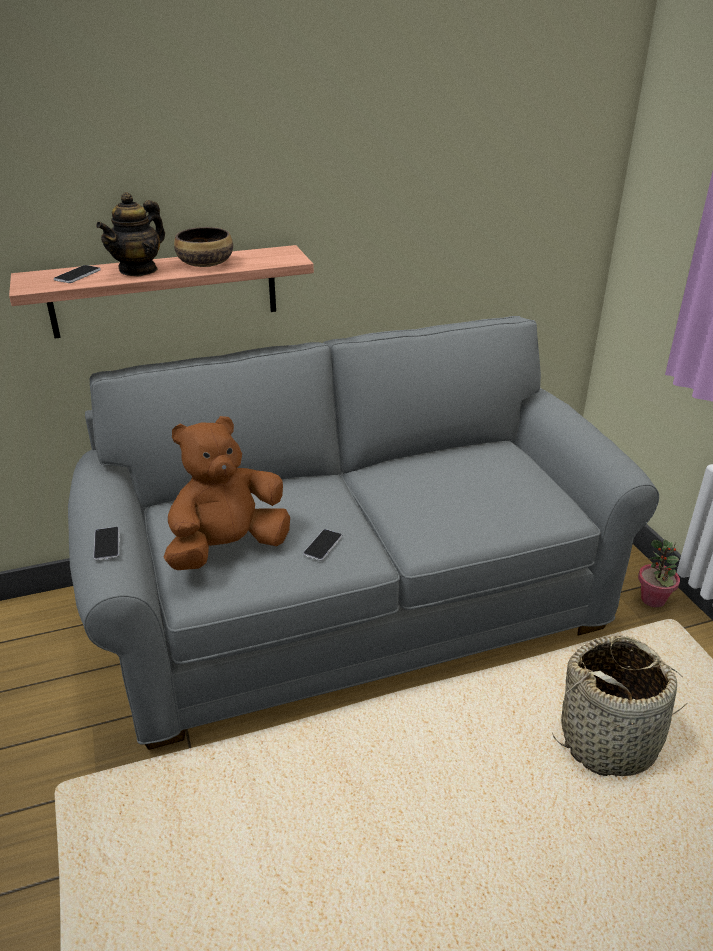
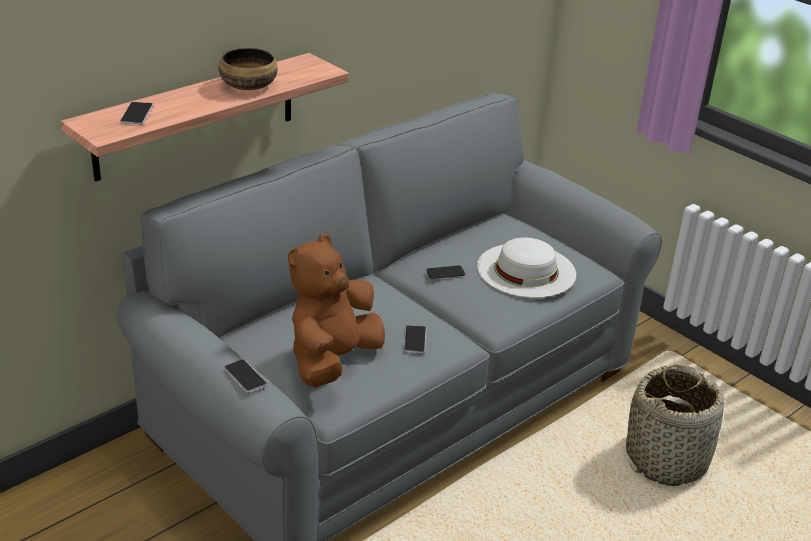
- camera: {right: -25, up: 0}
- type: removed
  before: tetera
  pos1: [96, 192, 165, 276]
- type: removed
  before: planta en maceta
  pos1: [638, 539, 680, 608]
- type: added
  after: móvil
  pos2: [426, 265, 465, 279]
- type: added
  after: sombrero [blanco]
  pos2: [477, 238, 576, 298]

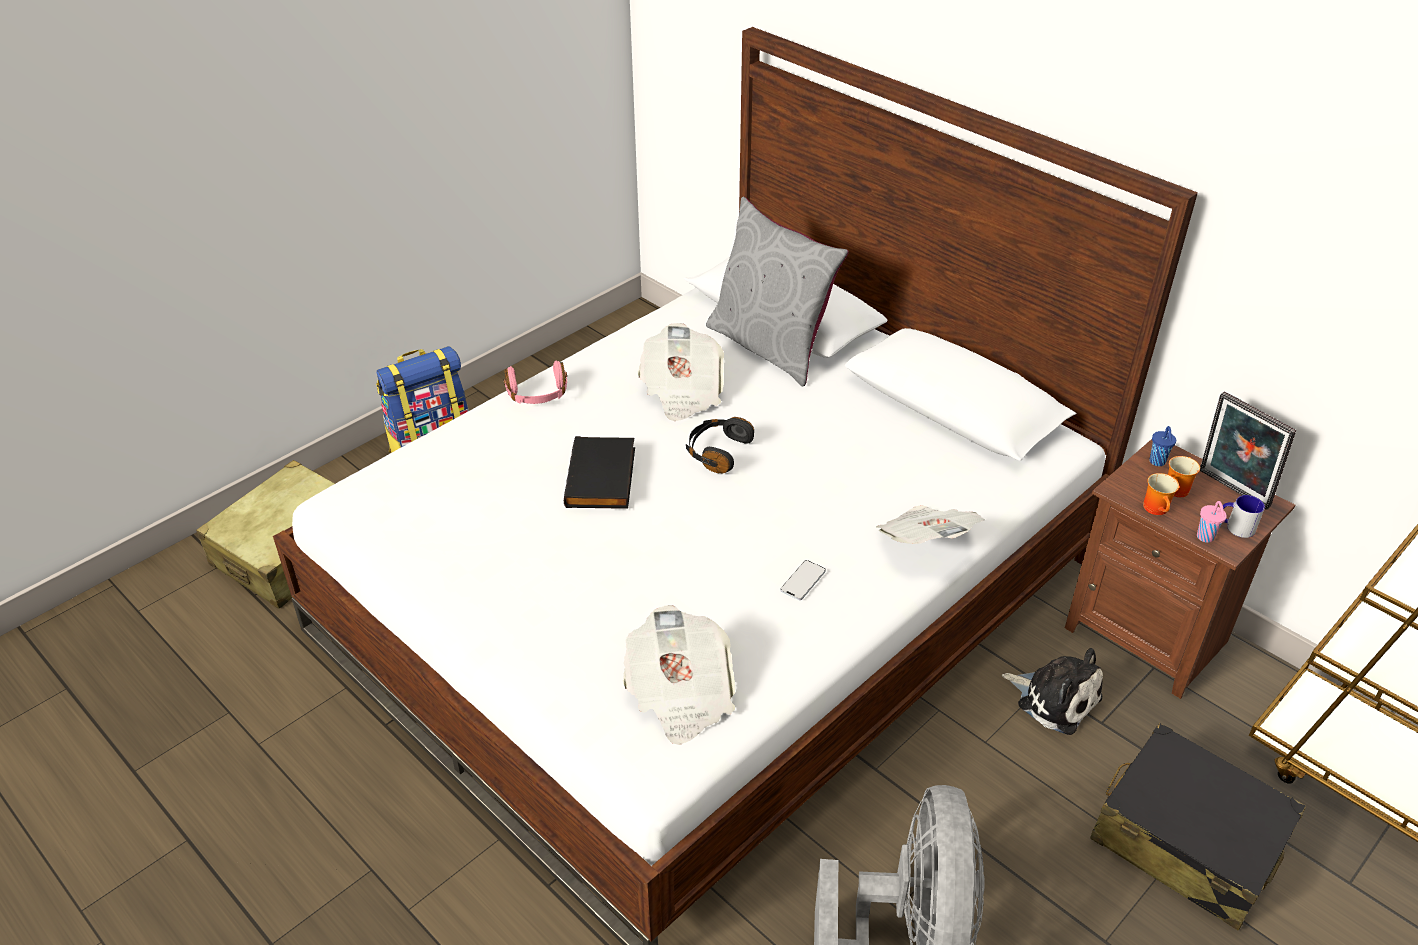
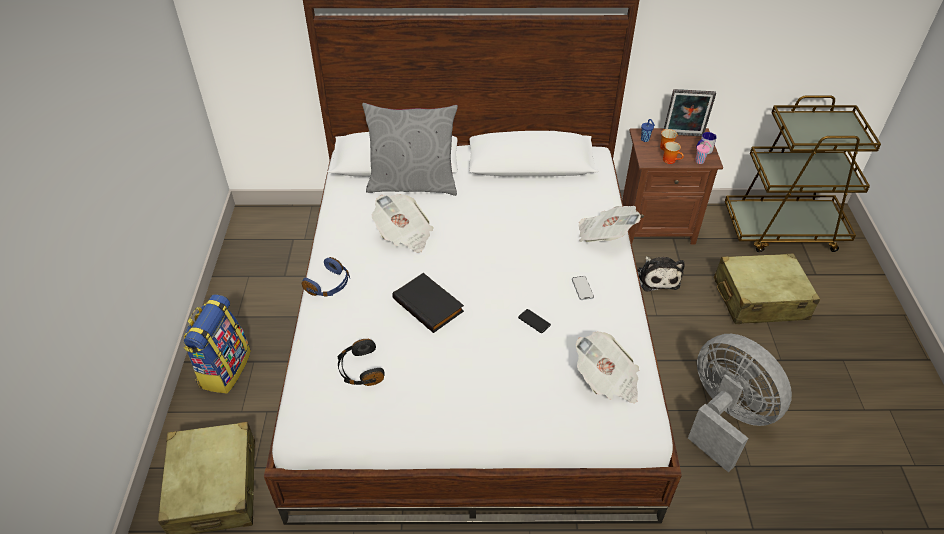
- camera: {right: -45, up: 5}
- type: added
  after: móvil
  pos2: [518, 309, 551, 333]
- type: moved
  before: auriculares [negro]
  pos1: [686, 417, 754, 474]
  pos2: [338, 339, 385, 386]
- type: recoloured
  before: auriculares [rosa]
  after: auriculares [azul]
  pos1: [504, 361, 567, 404]
  pos2: [302, 257, 350, 296]
- type: recoloured
  before: maleta [negro]
  after: maleta [beis]
  pos1: [1090, 723, 1306, 931]
  pos2: [714, 253, 820, 324]
- type: turned
  before: peluche
  pos1: [1002, 648, 1103, 735]
  pos2: [637, 256, 685, 291]
  turn: 90

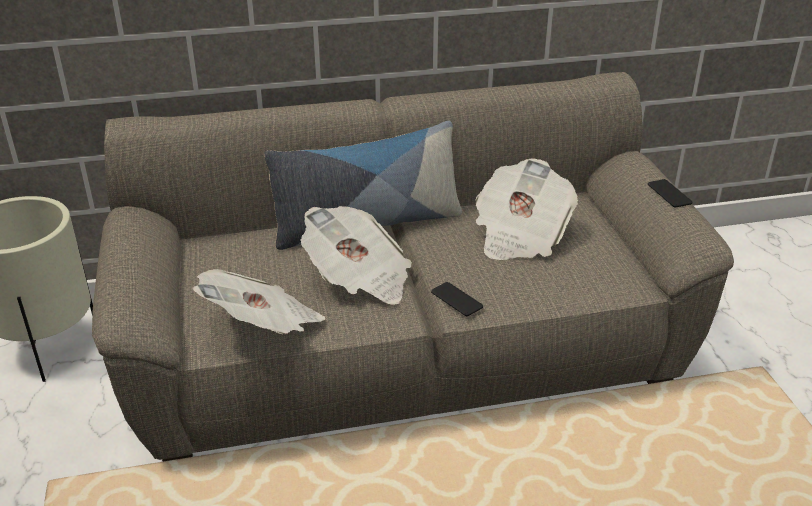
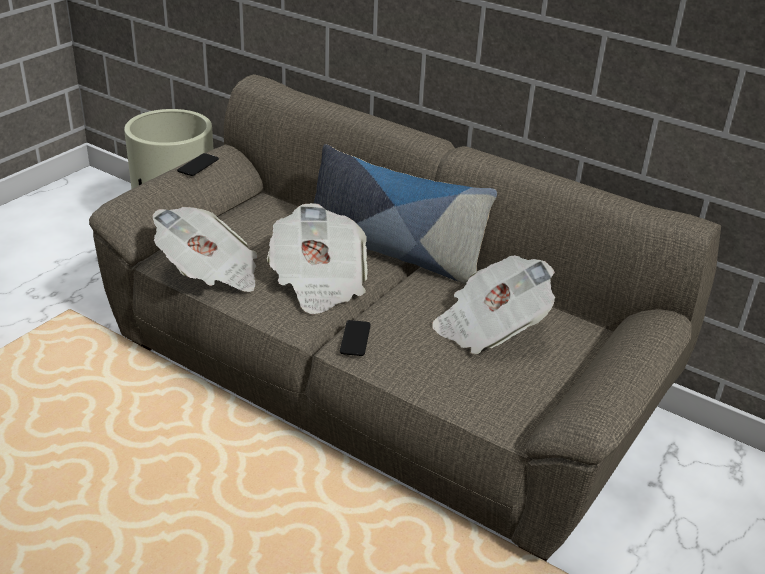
- camera: {right: 45, up: 0}
- type: moved
  before: móvil
  pos1: [648, 179, 693, 207]
  pos2: [177, 153, 219, 176]

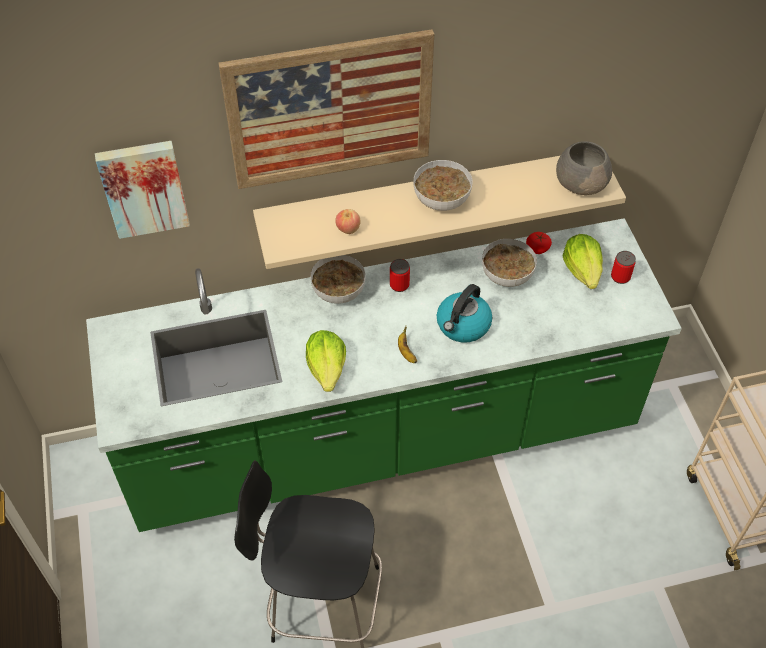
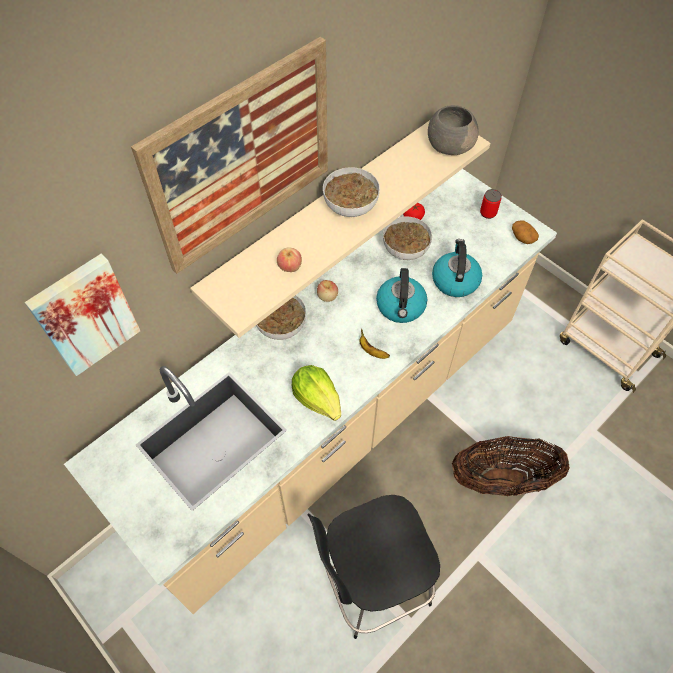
- camera: {right: -30, up: 5}
- type: removed
  before: lechuga
  pos1: [562, 234, 603, 289]
- type: added
  after: hervidor
  pos2: [432, 239, 482, 297]
- type: added
  after: cesta
  pos2: [452, 436, 570, 496]
- type: added
  after: patata
  pos2: [512, 220, 539, 244]
- type: replaced
  before: lata
  after: manzana
  pos1: [390, 259, 410, 292]
  pos2: [317, 280, 338, 302]
- type: recoloured
  before: mueble bajo de cocina [verde]
  after: mueble bajo de cocina [beis]
  pos1: [86, 218, 682, 532]
  pos2: [64, 169, 557, 614]

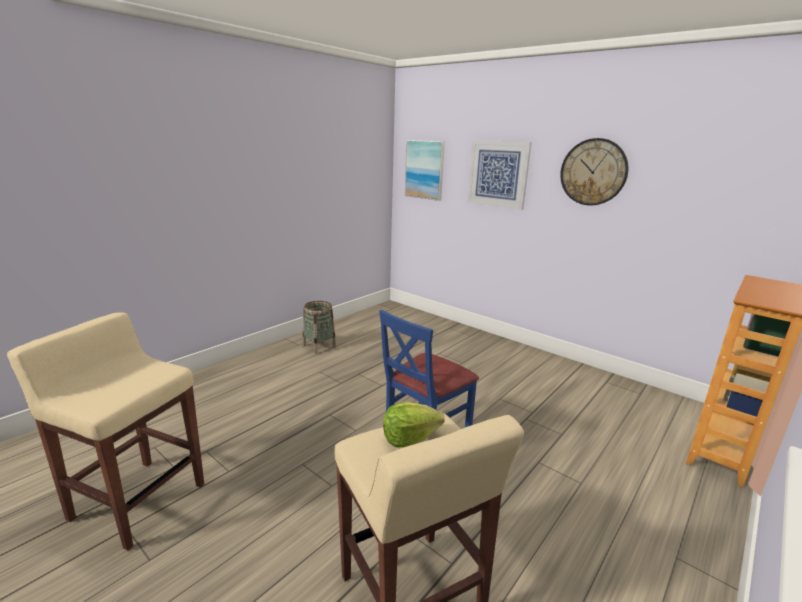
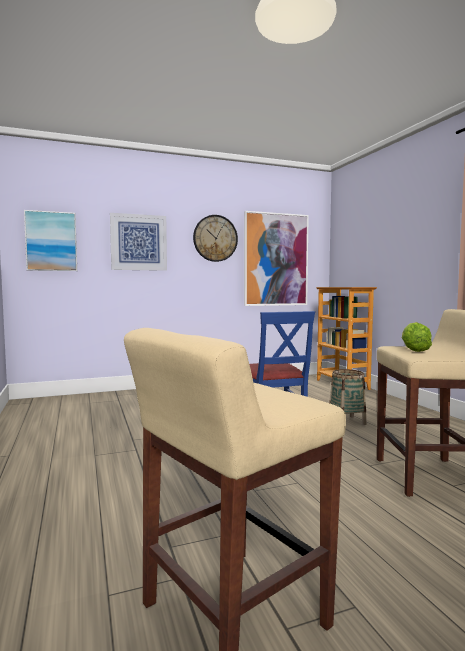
- camera: {right: -60, up: -15}
- type: added
  after: cuadro
  pos2: [244, 211, 309, 306]
- type: moved
  before: cesta
  pos1: [302, 301, 336, 354]
  pos2: [329, 369, 367, 425]

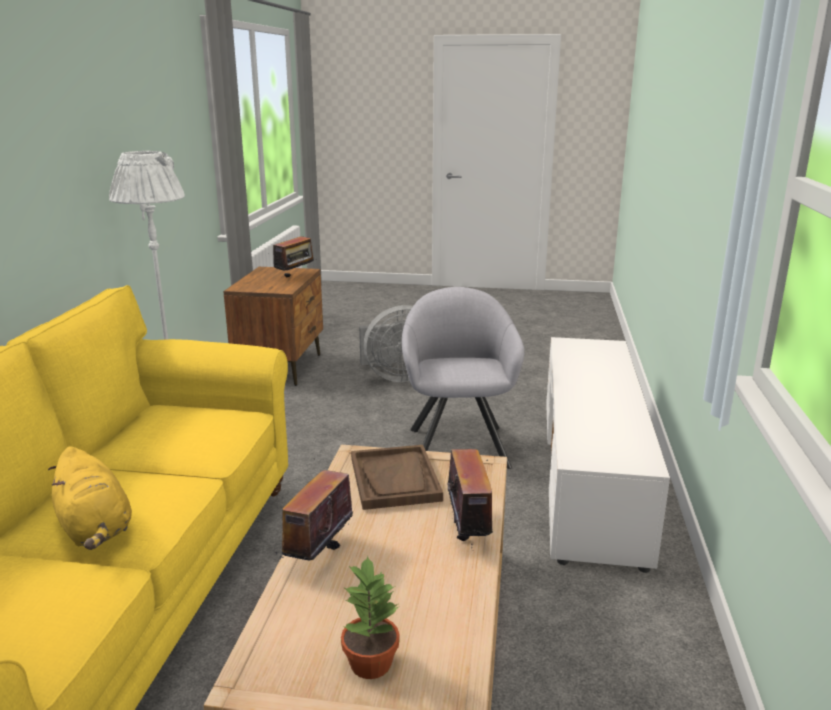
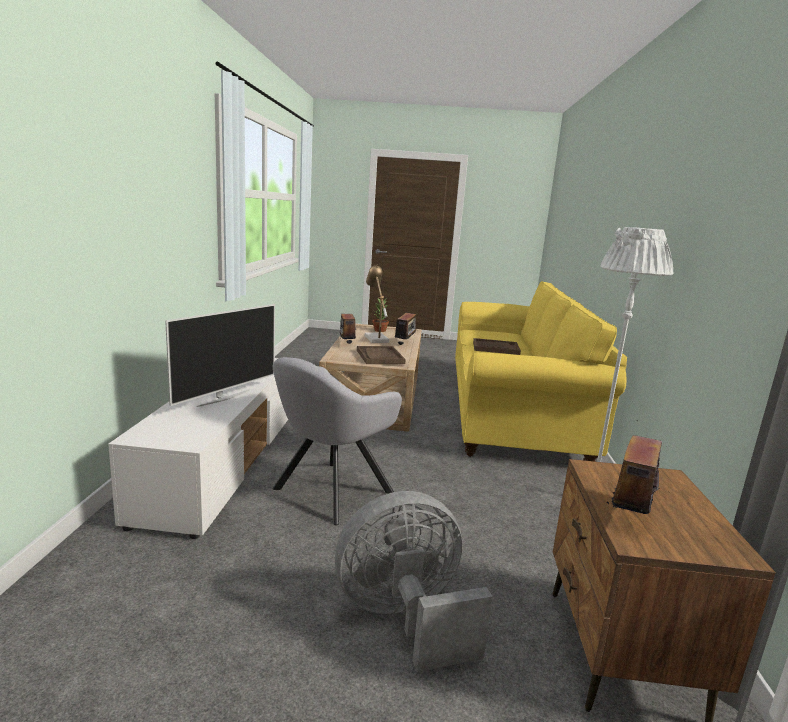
- camera: {right: 175, up: -5}
- type: added
  after: televisor
  pos2: [165, 304, 275, 407]
- type: added
  after: lámpara de mesa
  pos2: [365, 264, 389, 343]
- type: replaced
  before: peluche [amarillo]
  after: bandeja [marrón]
  pos1: [48, 446, 132, 550]
  pos2: [473, 338, 521, 355]
- type: turned
  before: sillón [gris]
  pos1: [402, 287, 525, 469]
  pos2: [272, 357, 402, 525]
  turn: 45

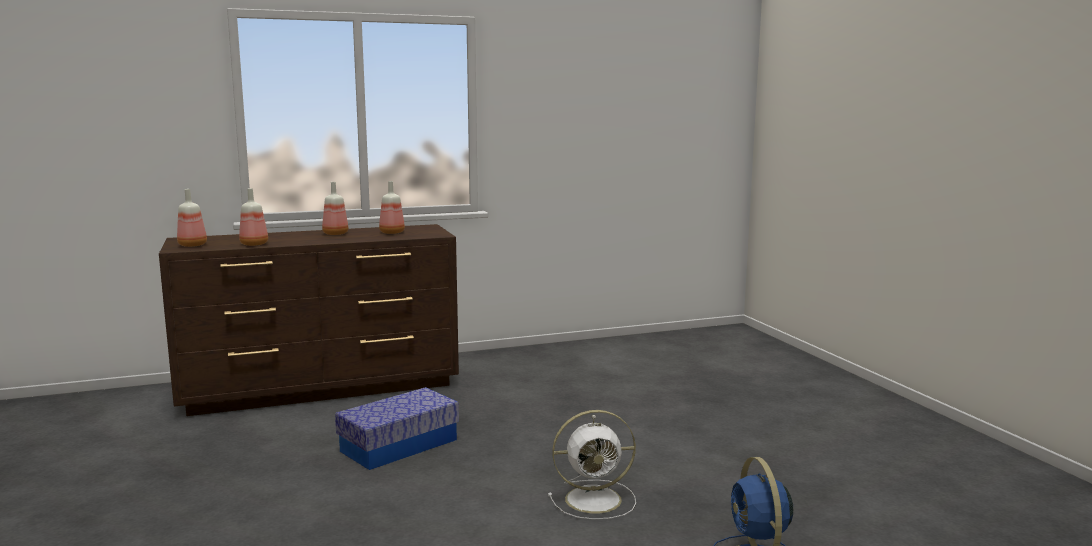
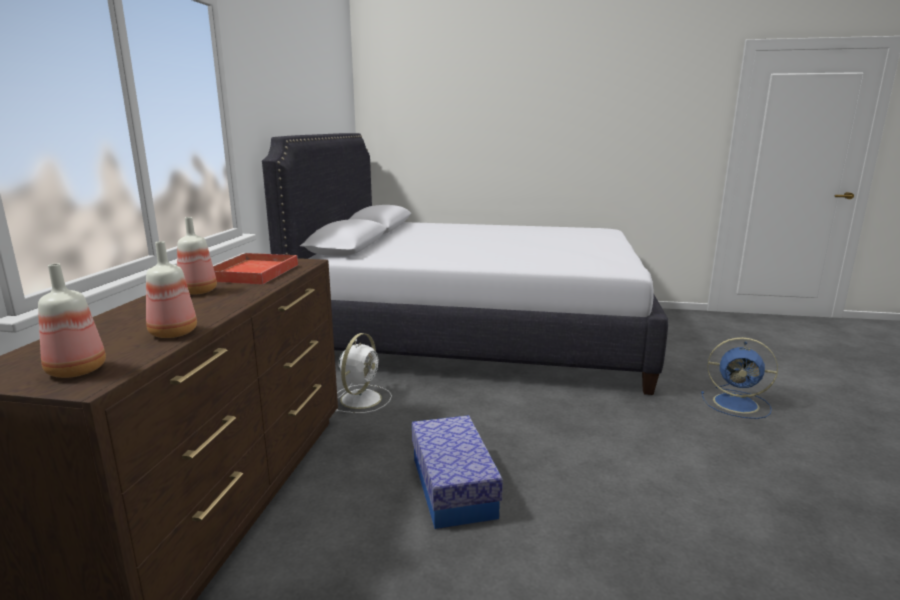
- camera: {right: -60, up: 5}
- type: added
  after: cama [blanco]
  pos2: [262, 133, 668, 395]
- type: moved
  before: ventilador [blanco]
  pos1: [548, 410, 636, 520]
  pos2: [335, 333, 392, 413]
- type: replaced
  before: botella
  after: bandeja [rojo]
  pos1: [379, 181, 405, 234]
  pos2: [213, 253, 298, 285]

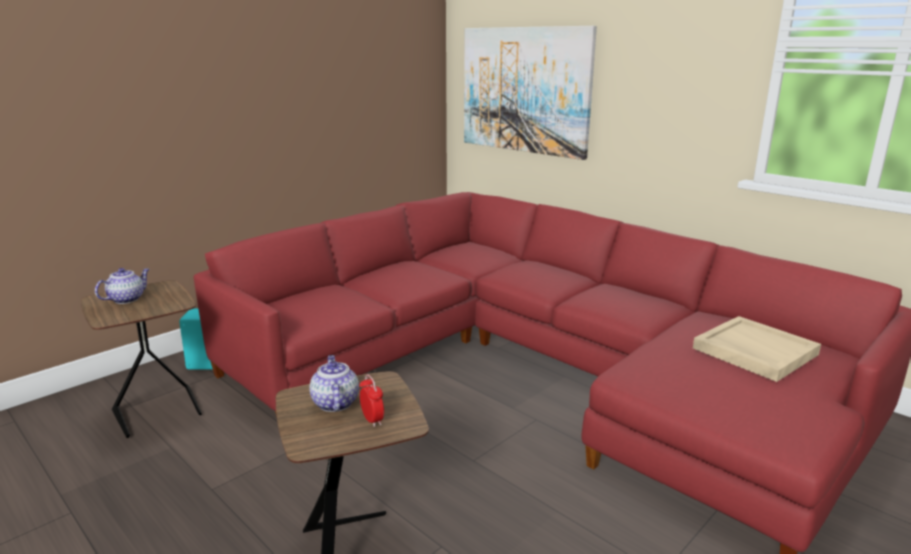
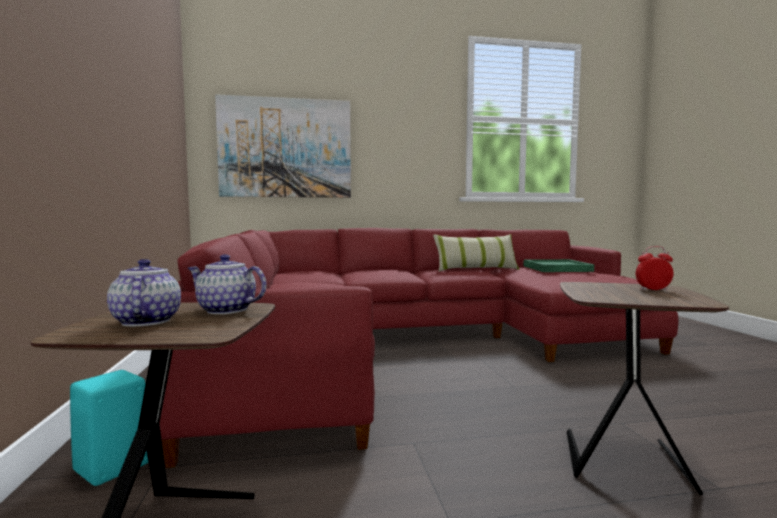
- camera: {right: -55, up: -15}
- type: added
  after: cojín
  pos2: [433, 234, 519, 272]
- type: moved
  before: tetera
  pos1: [309, 355, 359, 412]
  pos2: [188, 254, 266, 314]
- type: recoloured
  before: bandeja [beis]
  after: bandeja [verde]
  pos1: [693, 316, 821, 382]
  pos2: [524, 259, 594, 272]

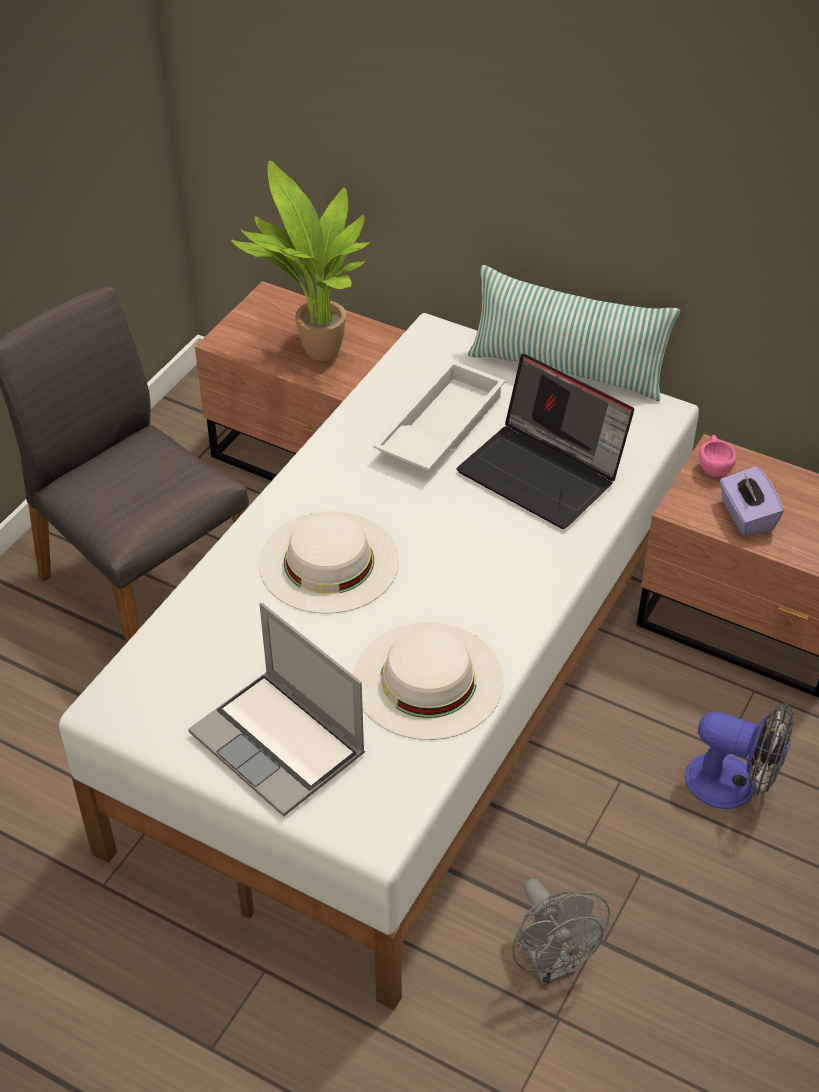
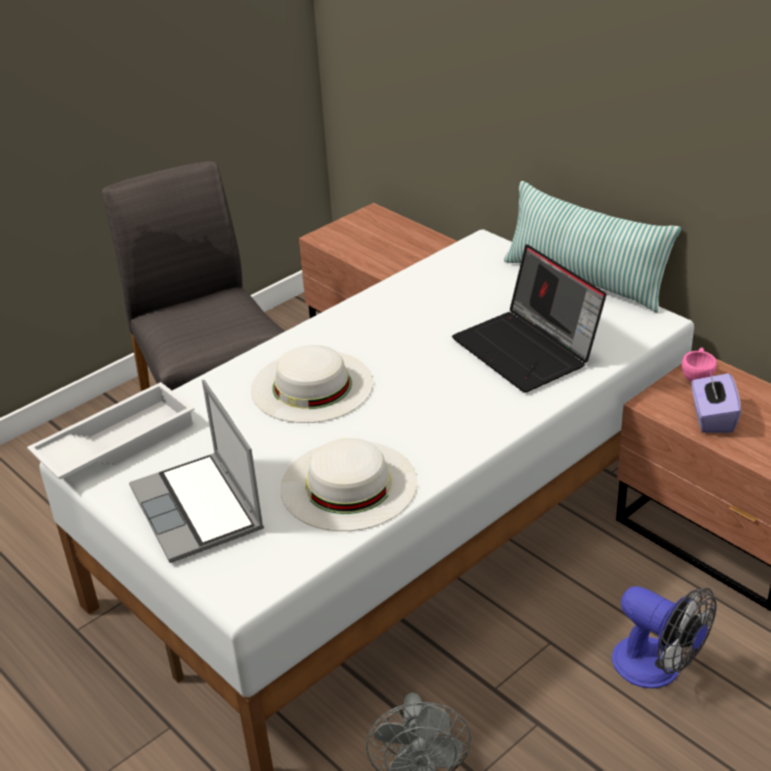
- camera: {right: 20, up: -10}
- type: removed
  before: planta en maceta
  pos1: [231, 161, 372, 361]
- type: moved
  before: bandeja [blanco]
  pos1: [373, 360, 506, 470]
  pos2: [27, 382, 195, 479]

